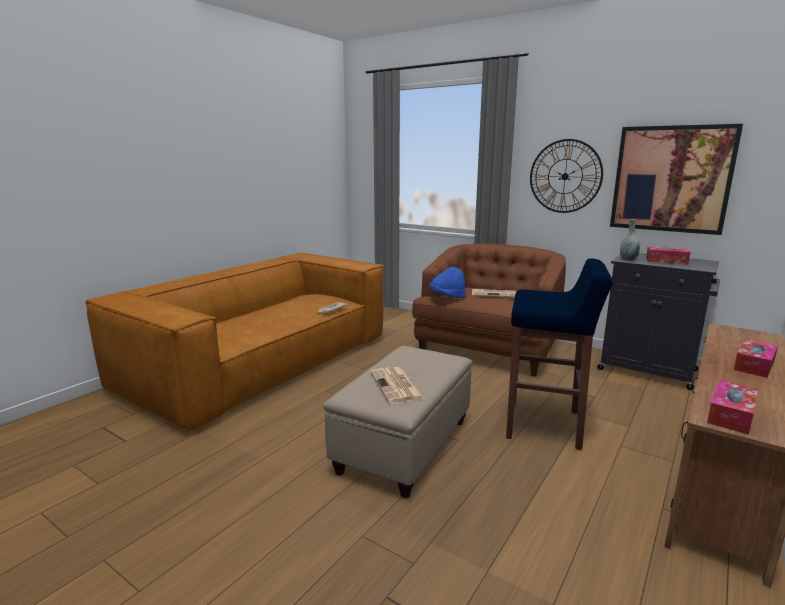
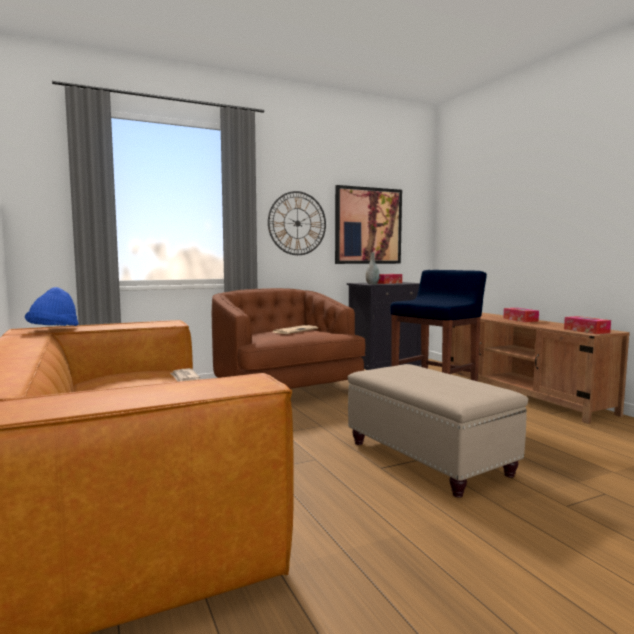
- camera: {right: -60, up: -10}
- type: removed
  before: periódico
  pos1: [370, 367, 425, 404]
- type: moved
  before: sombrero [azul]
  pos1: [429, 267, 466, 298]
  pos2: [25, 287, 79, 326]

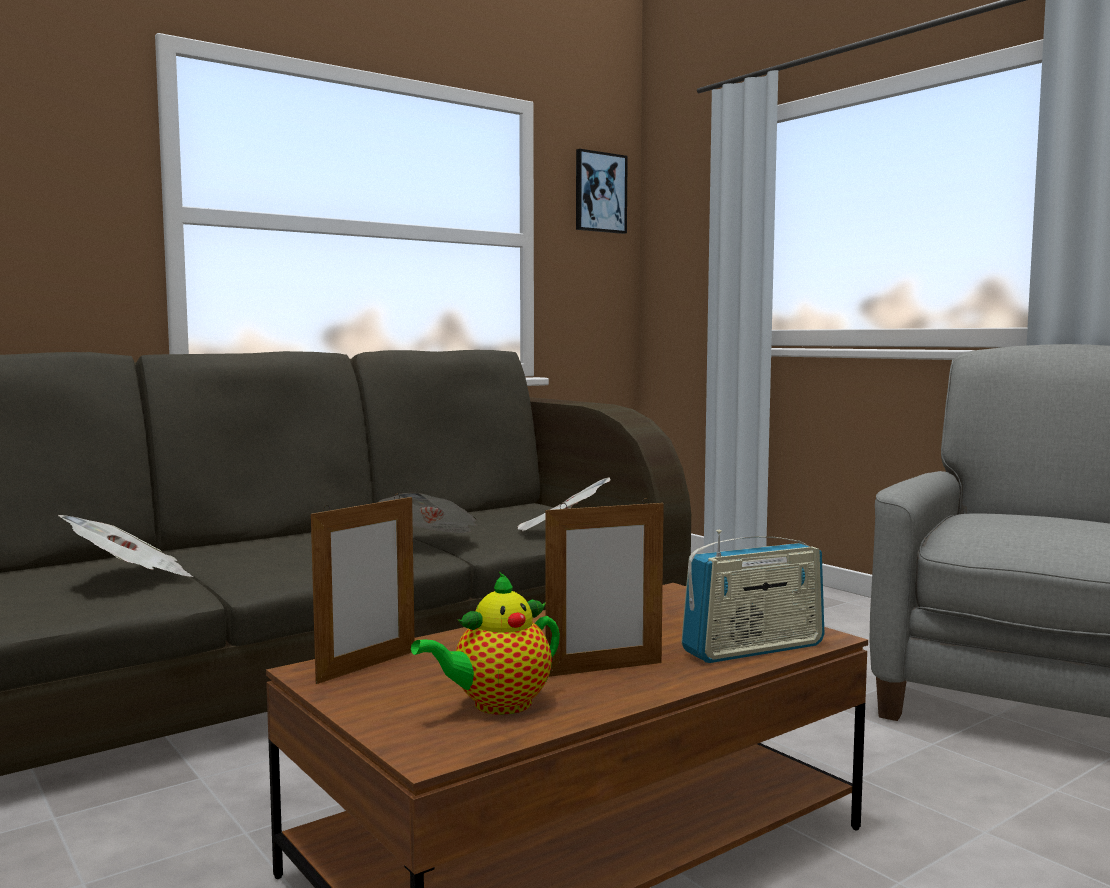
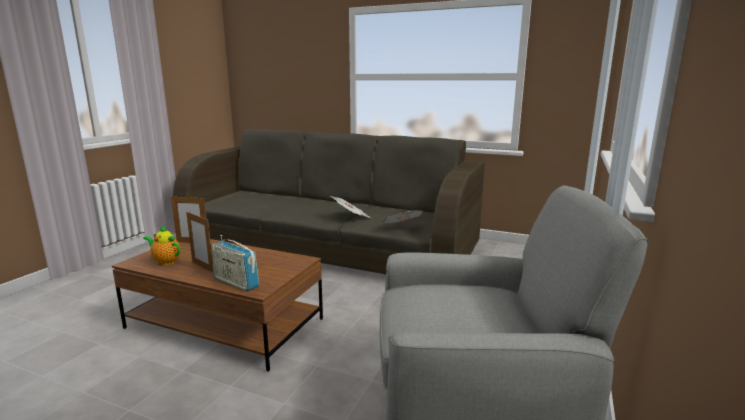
- camera: {right: 60, up: 10}
- type: removed
  before: periódico
  pos1: [58, 515, 193, 577]
- type: removed
  before: cuadro
  pos1: [576, 149, 628, 234]

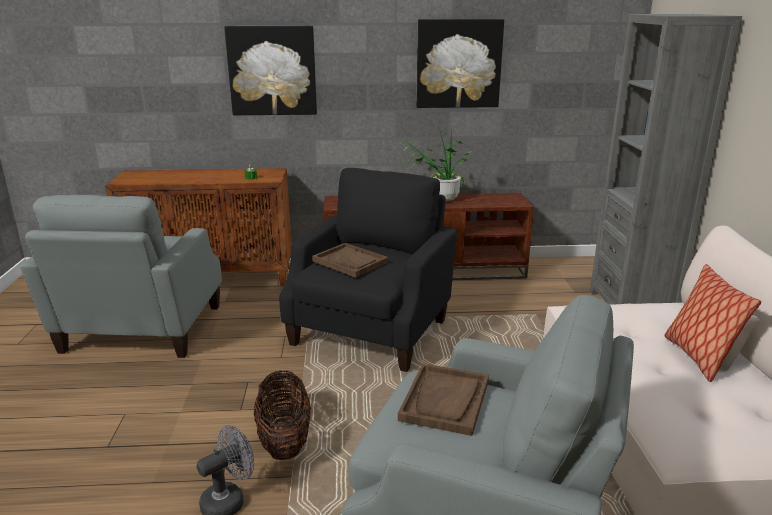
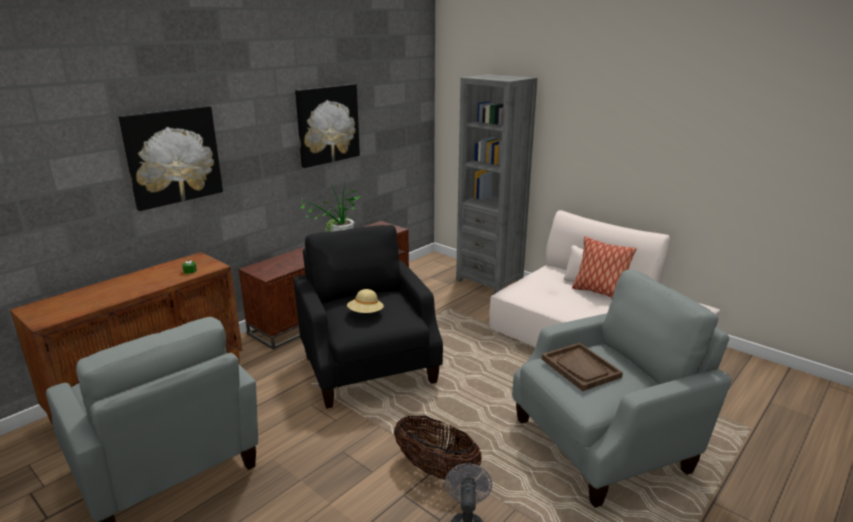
- camera: {right: -45, up: 0}
- type: replaced
  before: bandeja [marrón]
  after: sombrero [beis]
  pos1: [312, 243, 388, 277]
  pos2: [347, 289, 384, 313]

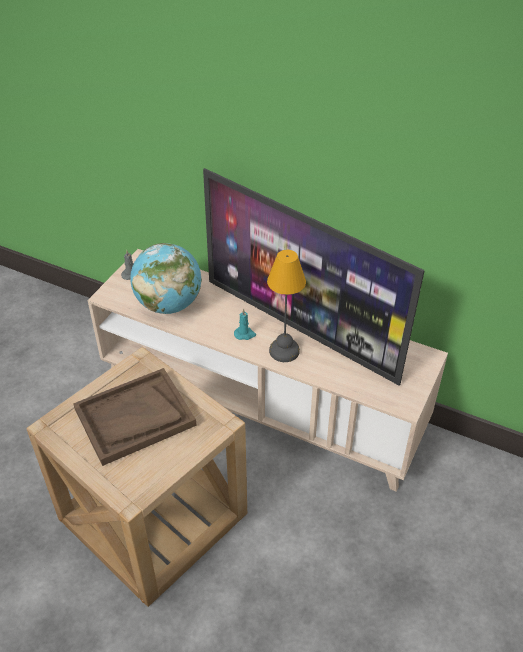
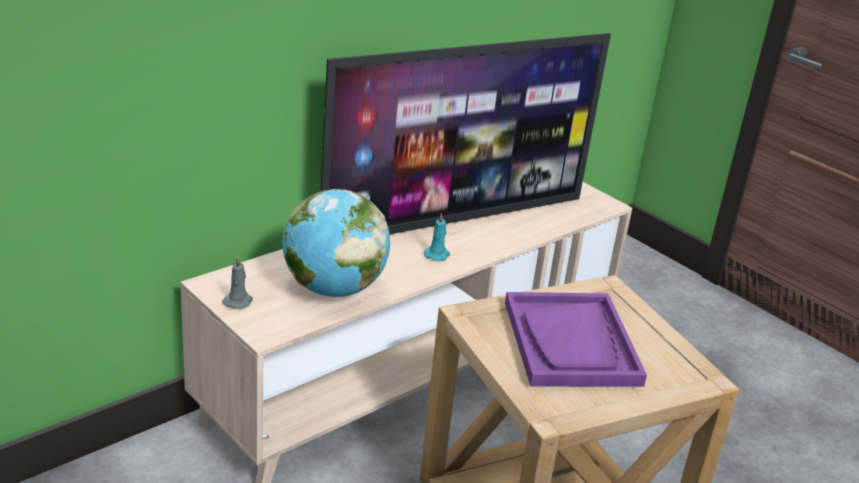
- camera: {right: -70, up: -15}
- type: removed
  before: lámpara de mesa
  pos1: [267, 250, 306, 362]
- type: recoloured
  before: bandeja [marrón]
  after: bandeja [morado]
  pos1: [73, 368, 197, 466]
  pos2: [505, 292, 647, 387]

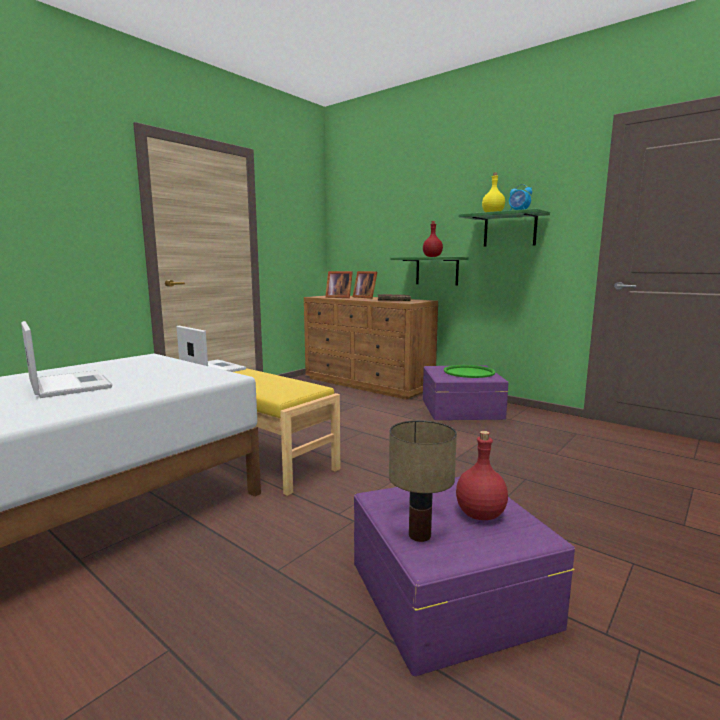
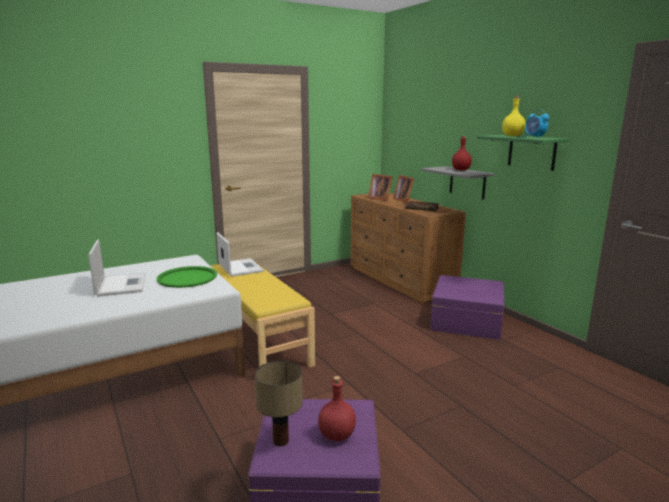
- camera: {right: 20, up: 5}
- type: moved
  before: bandeja [verde]
  pos1: [444, 365, 495, 378]
  pos2: [157, 266, 217, 288]
- type: recoloured
  before: estante [verde]
  after: estante [gris]
  pos1: [391, 257, 469, 286]
  pos2: [421, 166, 495, 200]

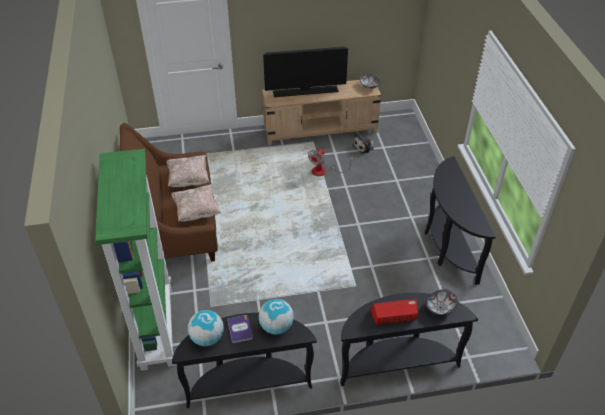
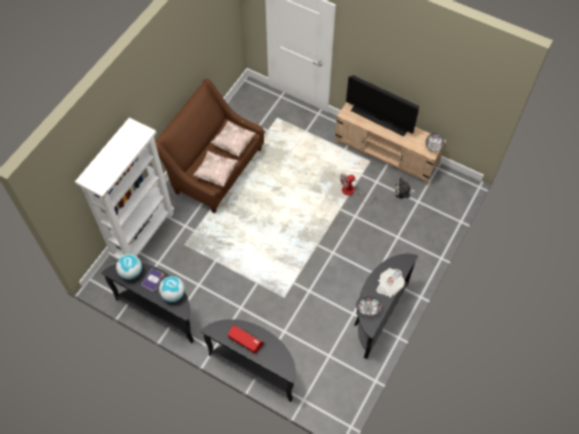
- camera: {right: 40, up: 15}
- type: added
  after: periódico
  pos2: [376, 268, 405, 298]
- type: moved
  before: cuenco
  pos1: [426, 289, 458, 315]
  pos2: [356, 297, 382, 316]
- type: recoloured
  before: estantería [verde]
  after: estantería [blanco]
  pos1: [95, 149, 175, 371]
  pos2: [75, 117, 174, 260]

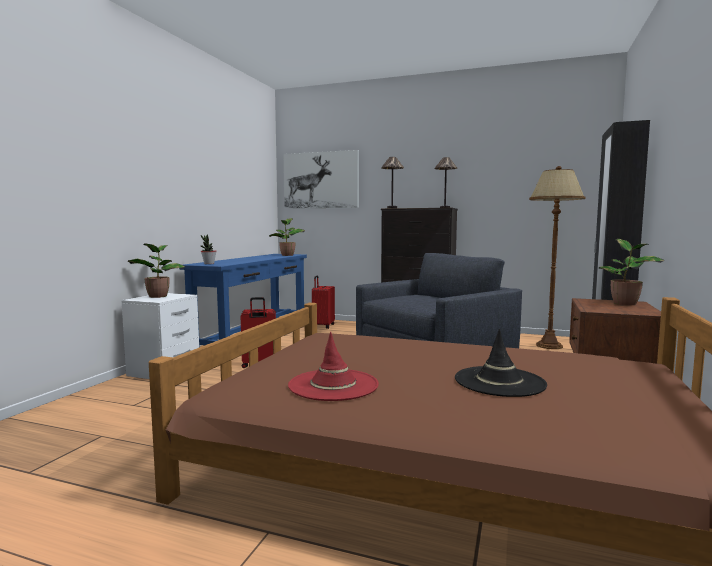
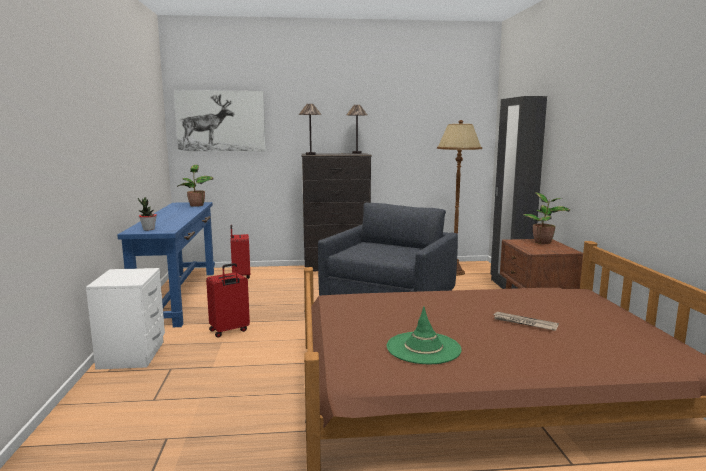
- camera: {right: -25, up: 5}
- type: removed
  before: planta en maceta
  pos1: [127, 244, 185, 298]
- type: replaced
  before: sombrero [negro]
  after: periódico
  pos1: [455, 329, 547, 397]
  pos2: [492, 312, 559, 331]
- type: recoloured
  before: sombrero [rojo]
  after: sombrero [verde]
  pos1: [288, 332, 379, 401]
  pos2: [387, 307, 462, 364]

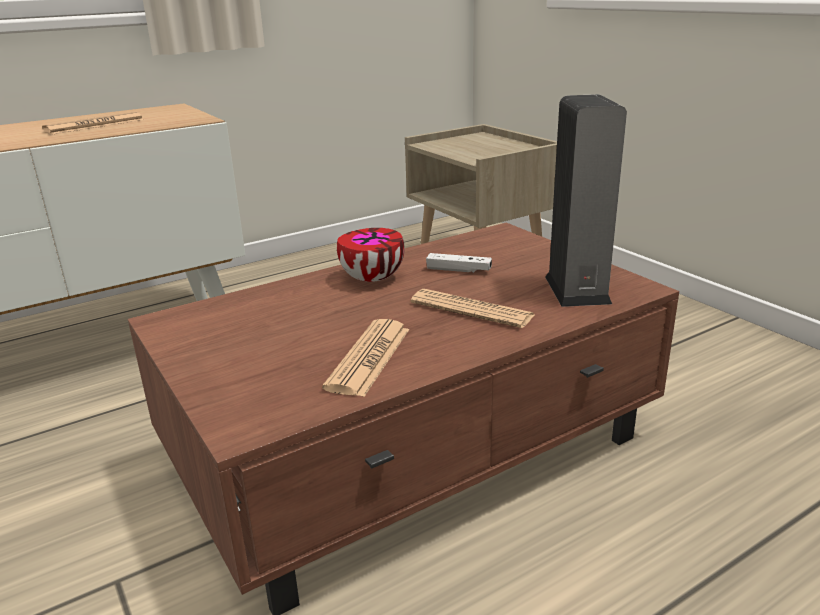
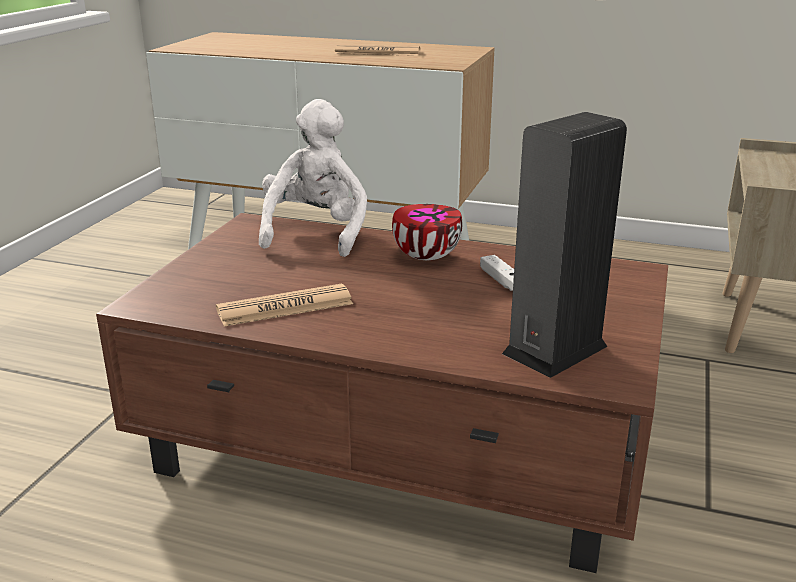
- camera: {right: 50, up: 0}
- type: removed
  before: periódico
  pos1: [411, 289, 534, 328]
- type: added
  after: peluche [blanco]
  pos2: [259, 99, 367, 257]

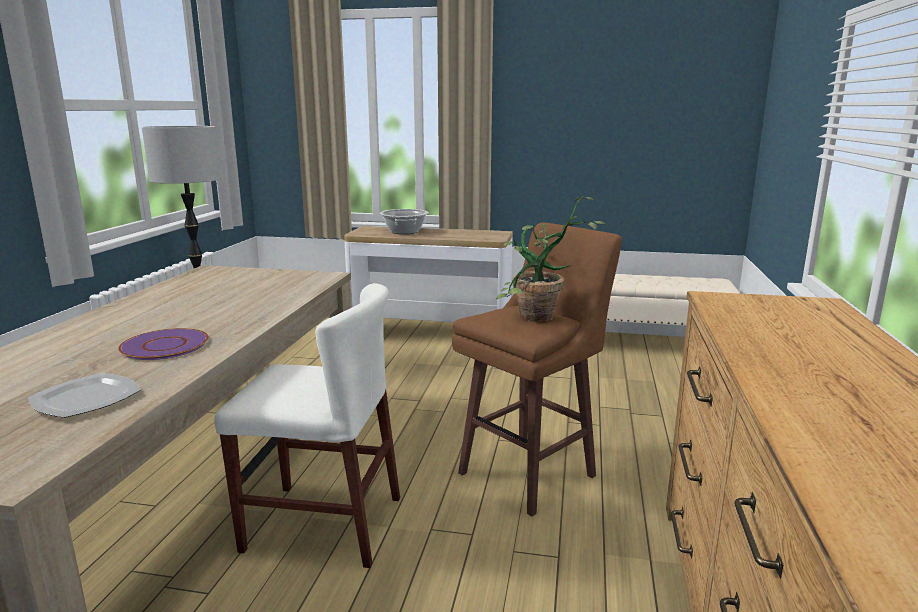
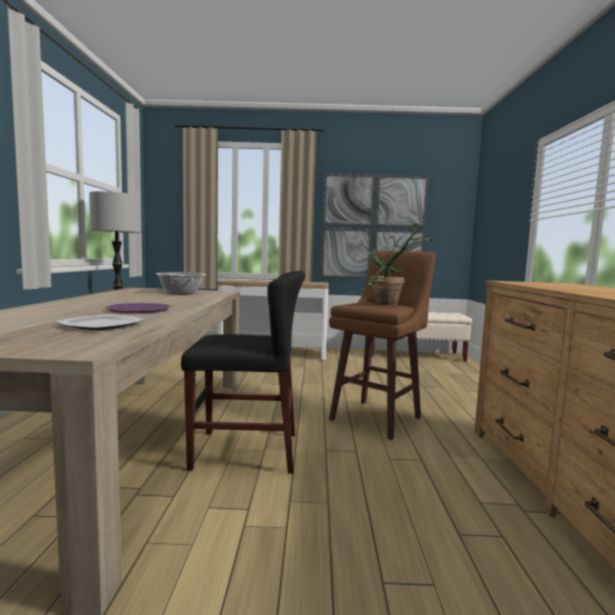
- camera: {right: -10, up: -10}
- type: added
  after: cuadro
  pos2: [321, 173, 429, 279]
- type: moved
  before: olla
  pos1: [379, 209, 429, 234]
  pos2: [156, 273, 206, 294]
- type: recoloured
  before: silla [blanco]
  after: silla [negro]
  pos1: [215, 283, 400, 568]
  pos2: [181, 271, 305, 474]

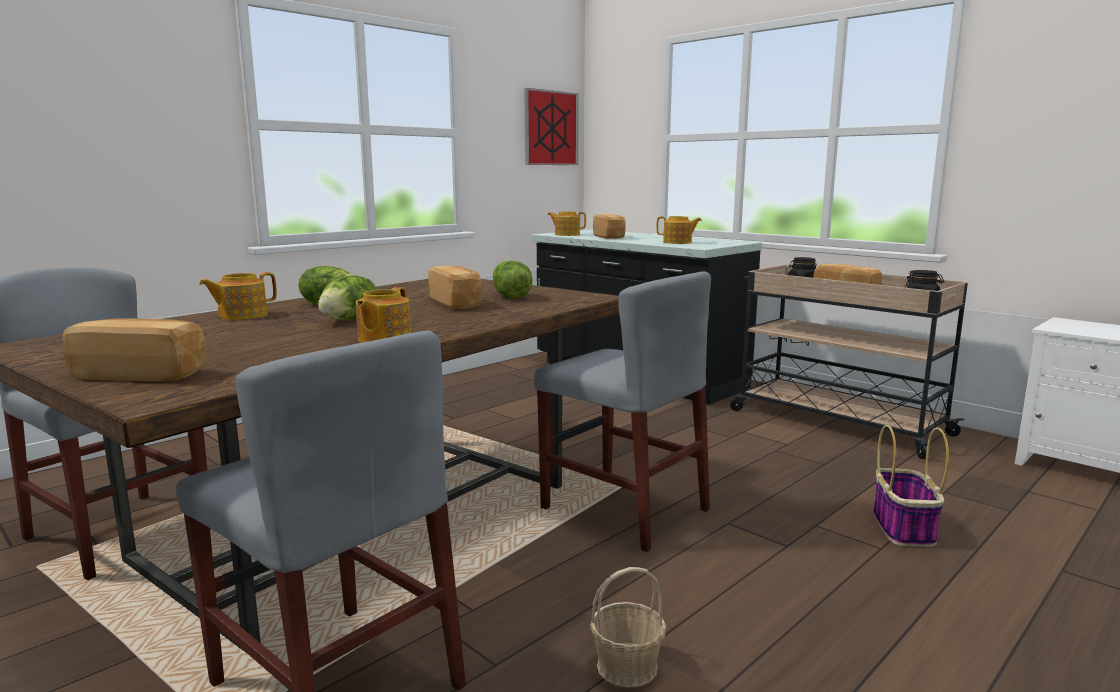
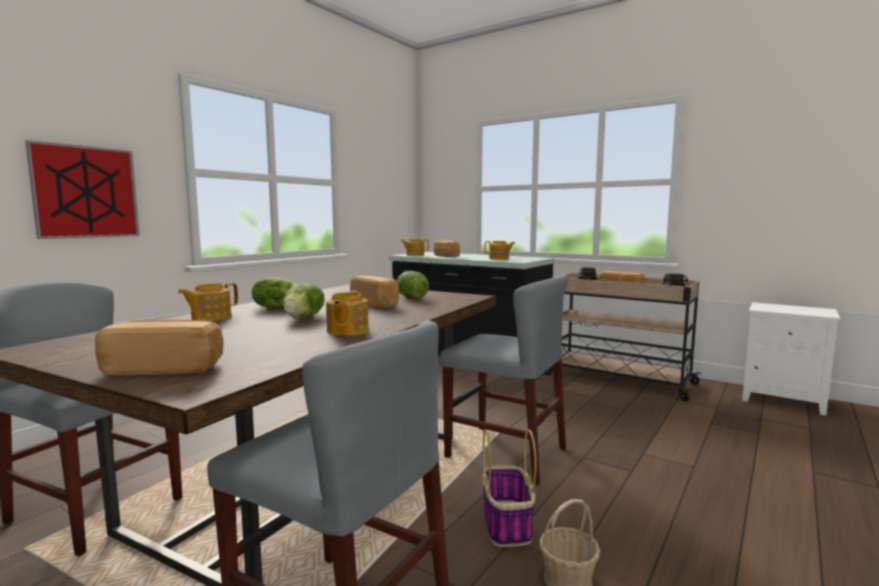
- camera: {right: -10, up: -5}
- type: moved
  before: cuadro
  pos1: [524, 88, 579, 165]
  pos2: [25, 140, 140, 239]
- type: moved
  before: cesta
  pos1: [873, 425, 949, 547]
  pos2: [482, 429, 537, 547]

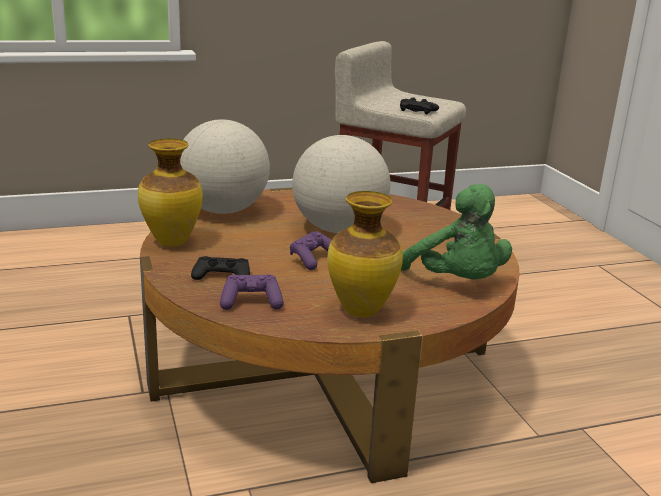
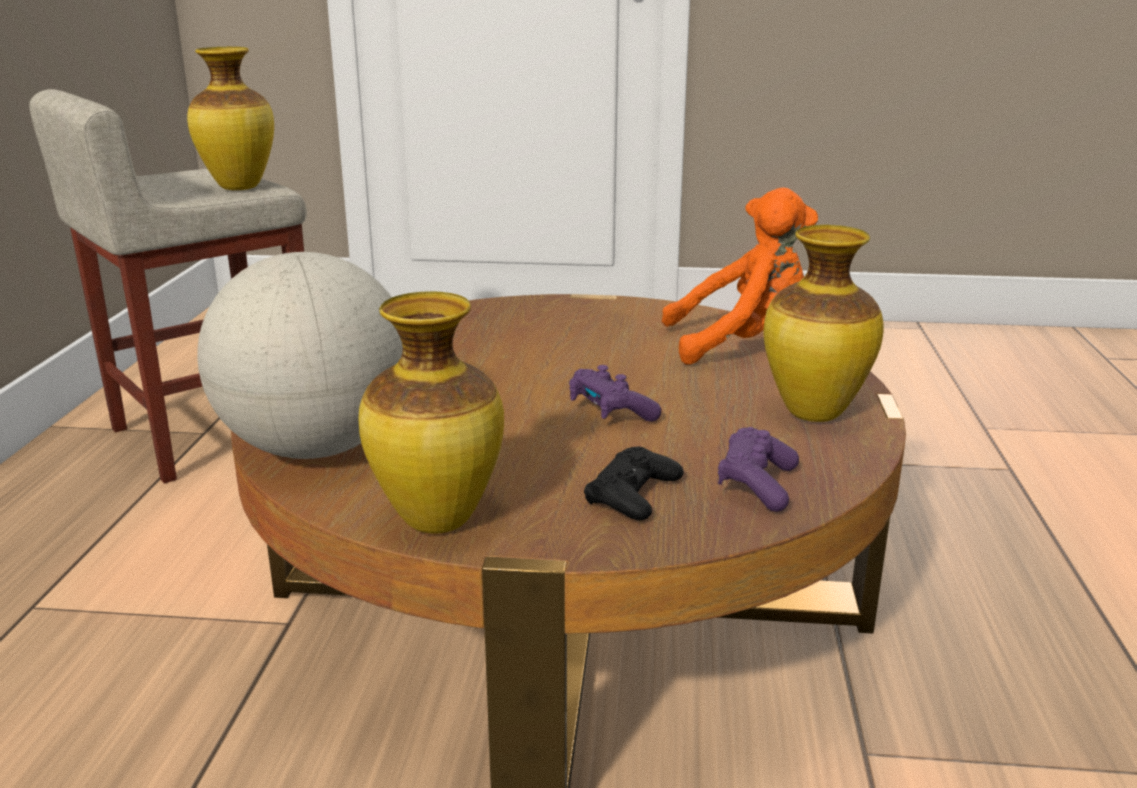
- camera: {right: -65, up: 0}
- type: removed
  before: globo terráqueo
  pos1: [292, 135, 390, 233]
- type: replaced
  before: mando de consola [negro]
  after: florero
  pos1: [400, 97, 439, 114]
  pos2: [187, 47, 274, 190]
- type: recoloured
  before: peluche [verde]
  after: peluche [naranja]
  pos1: [401, 184, 512, 280]
  pos2: [662, 188, 818, 365]

